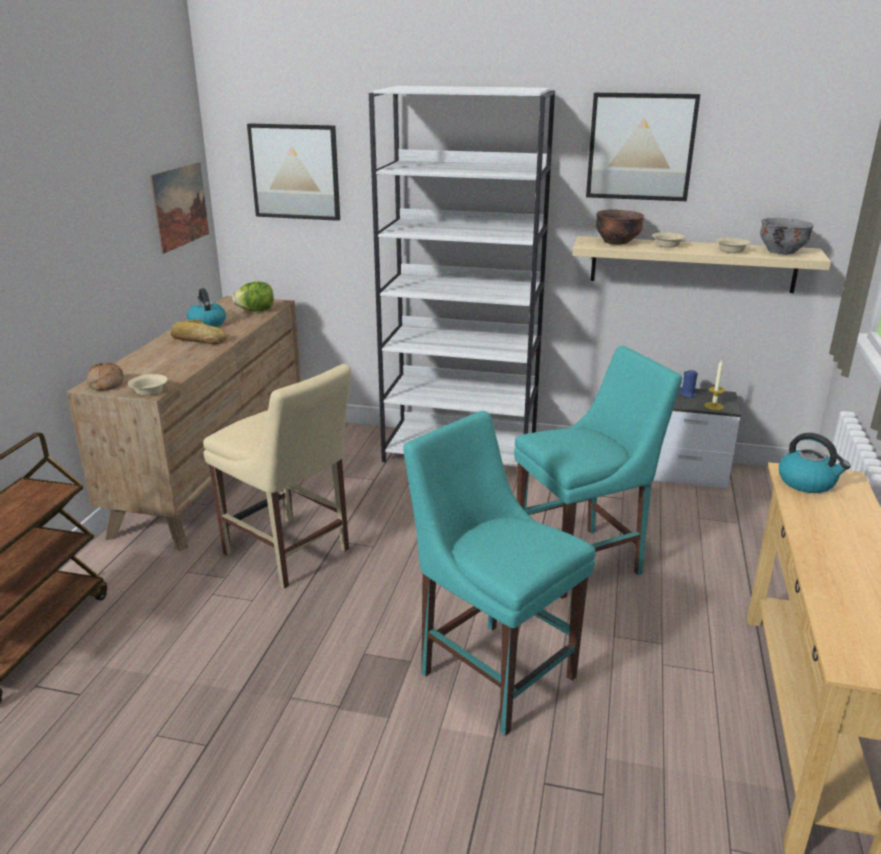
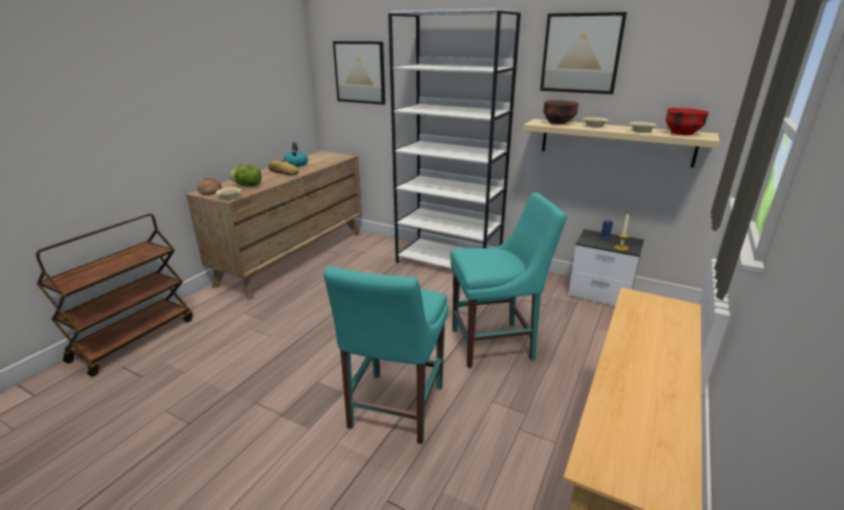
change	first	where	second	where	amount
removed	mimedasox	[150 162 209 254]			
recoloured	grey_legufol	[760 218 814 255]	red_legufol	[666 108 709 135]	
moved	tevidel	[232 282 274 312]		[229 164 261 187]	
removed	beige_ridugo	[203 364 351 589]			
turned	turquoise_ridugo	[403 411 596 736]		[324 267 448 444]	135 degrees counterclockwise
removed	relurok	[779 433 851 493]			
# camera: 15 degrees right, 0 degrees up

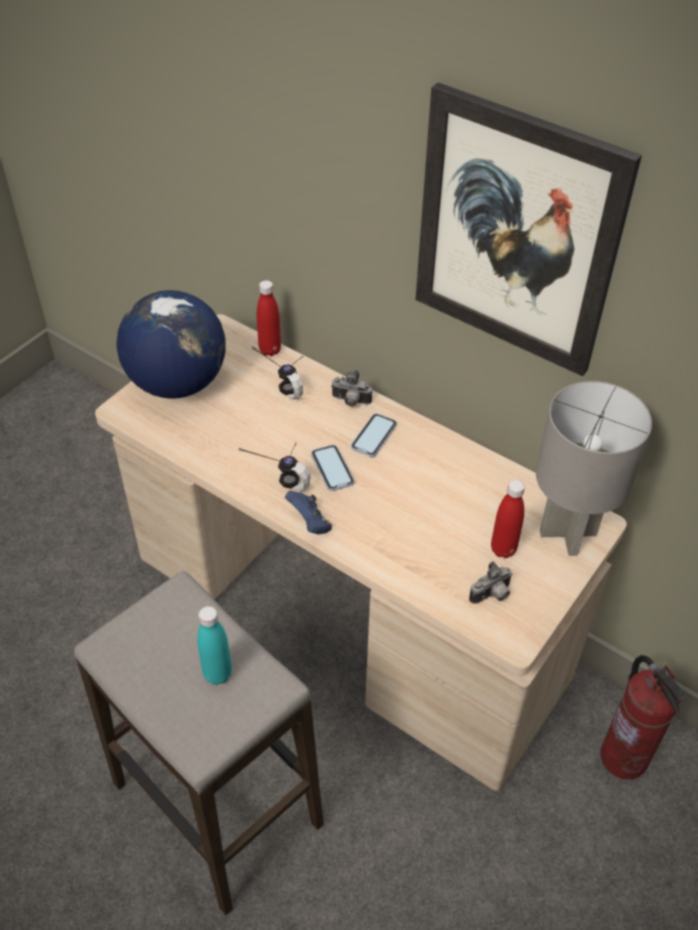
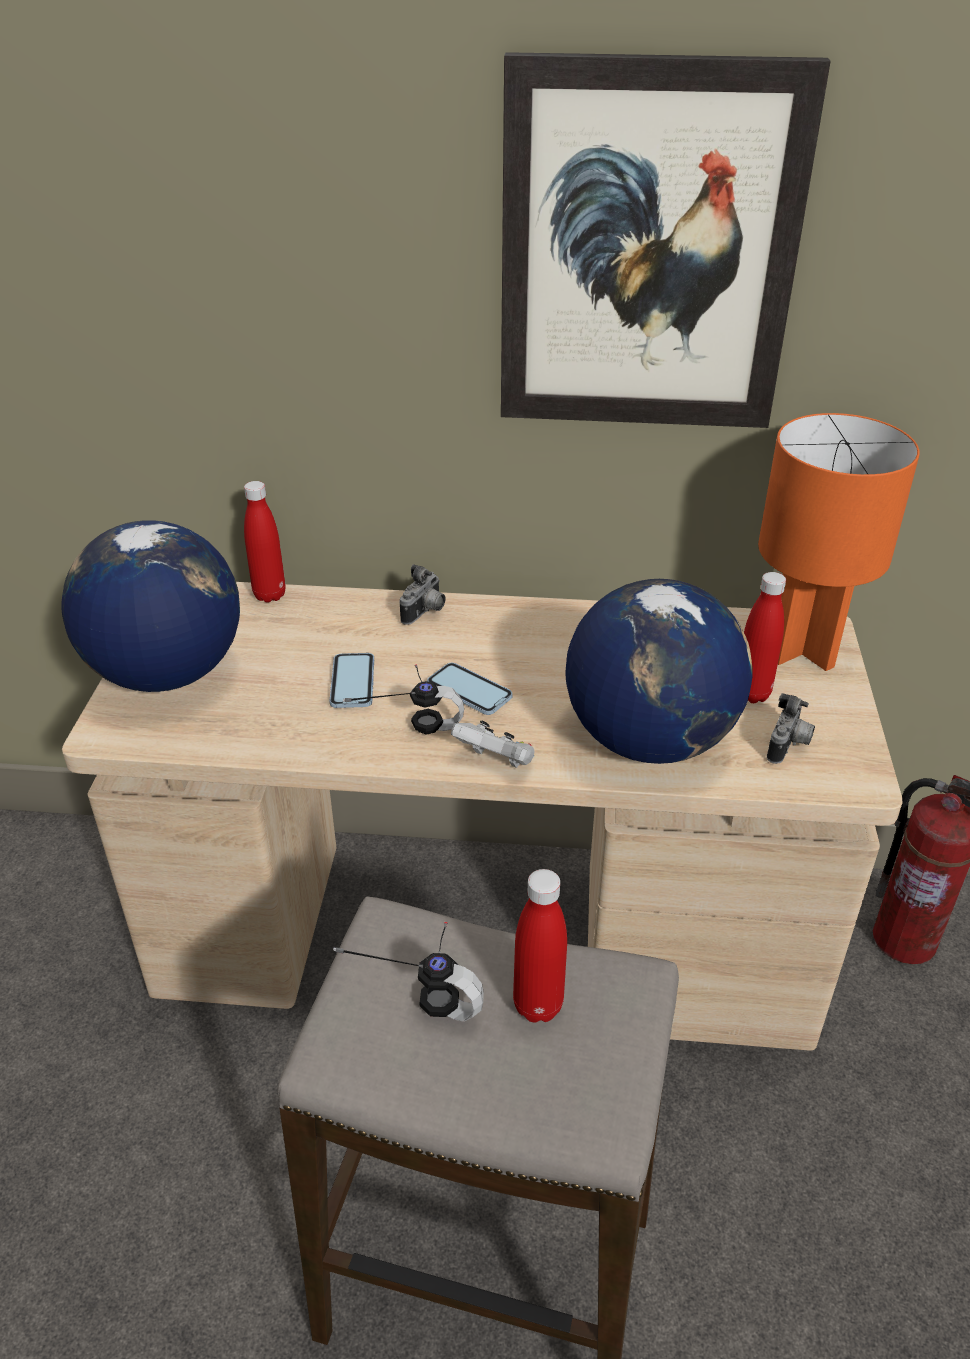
change	first	where	second	where	amount
moved	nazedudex	[252 346 304 399]		[333 922 484 1022]	
turned	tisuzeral	[331 370 372 407]		[399 564 445 625]	45 degrees counterclockwise
recoloured	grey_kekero	[536 381 652 556]	orange_kekero	[758 413 919 671]	
moved	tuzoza	[351 414 397 457]		[330 653 374 708]	
recoloured	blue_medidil	[285 491 332 534]	white_medidil	[451 721 534 768]	
recoloured	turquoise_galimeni	[197 606 232 685]	red_galimeni	[513 869 567 1023]	
added			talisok	[566 579 753 764]	
# camera: 30 degrees left, 10 degrees down

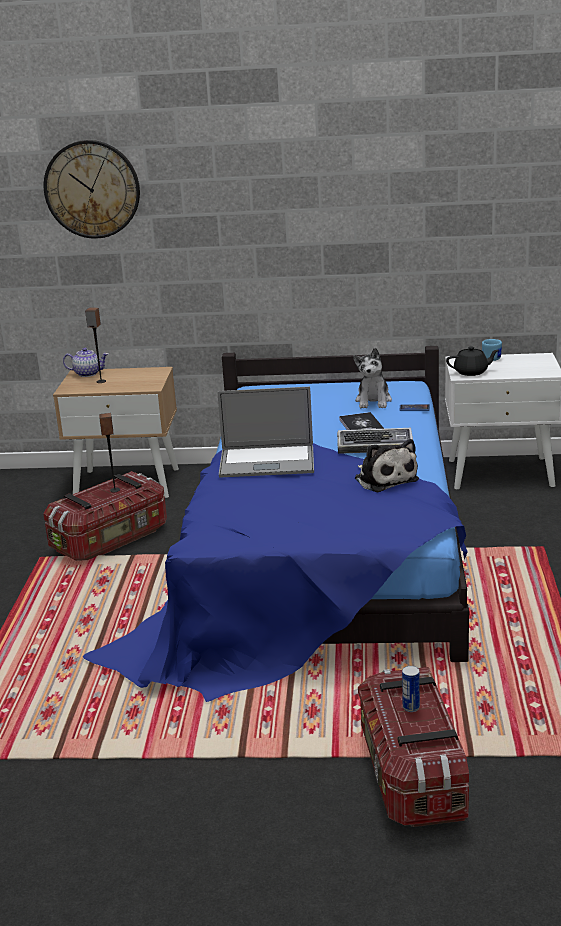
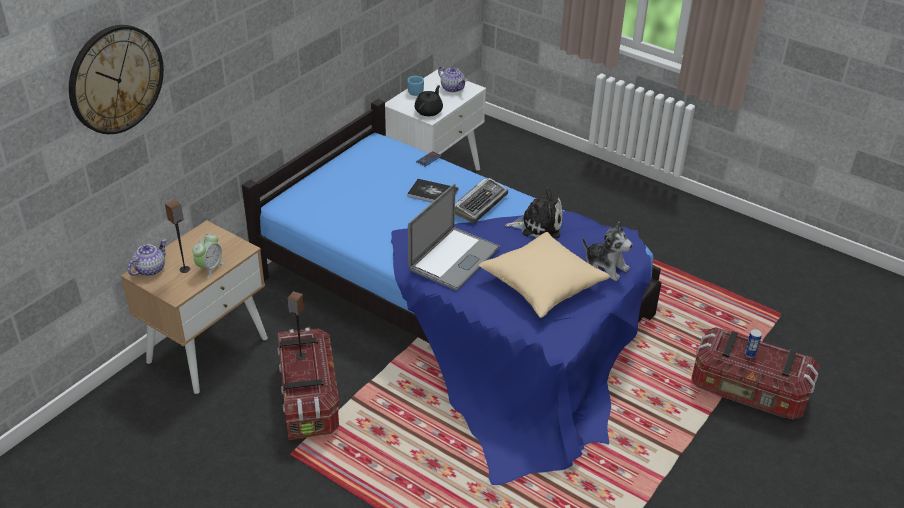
change	first	where	second	where	amount
moved	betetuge	[353 347 392 408]		[582 221 633 281]	
added			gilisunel	[438 66 467 92]	
added			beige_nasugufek	[479 232 610 318]	
added			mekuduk	[192 233 224 278]	
# camera: 60 degrees left, 15 degrees up

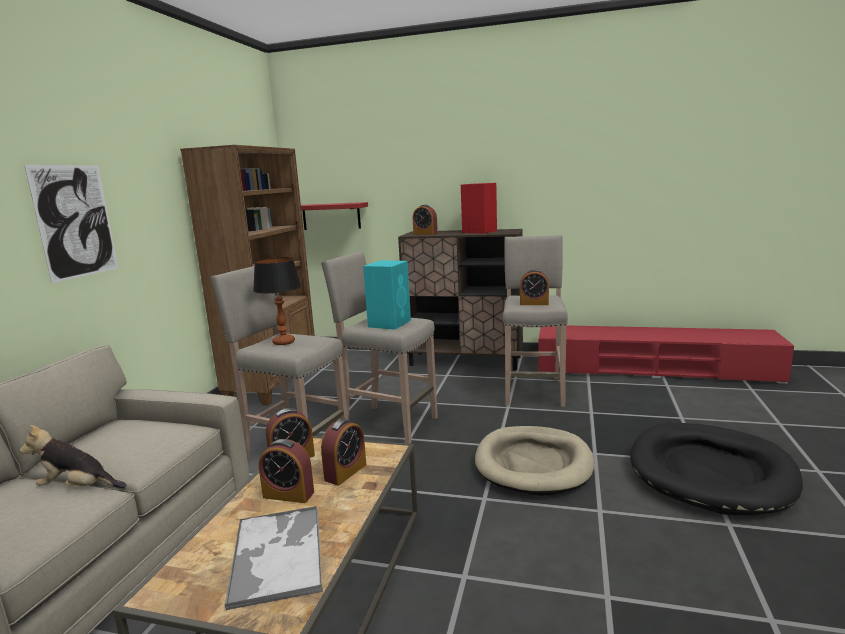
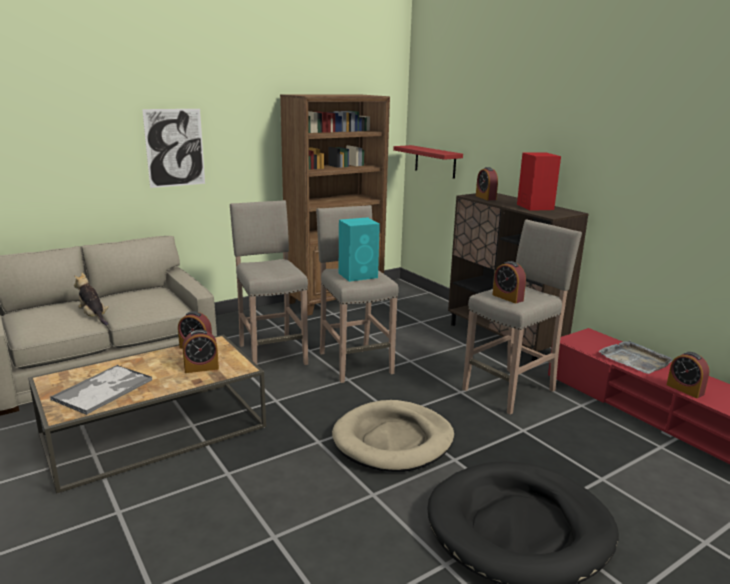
change	first	where	second	where	amount
removed	kekero	[253 257 301 345]			
moved	mekuduk	[259 439 314 503]		[667 352 710 398]	
added			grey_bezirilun	[599 341 673 374]	
# camera: 40 degrees right, 5 degrees up

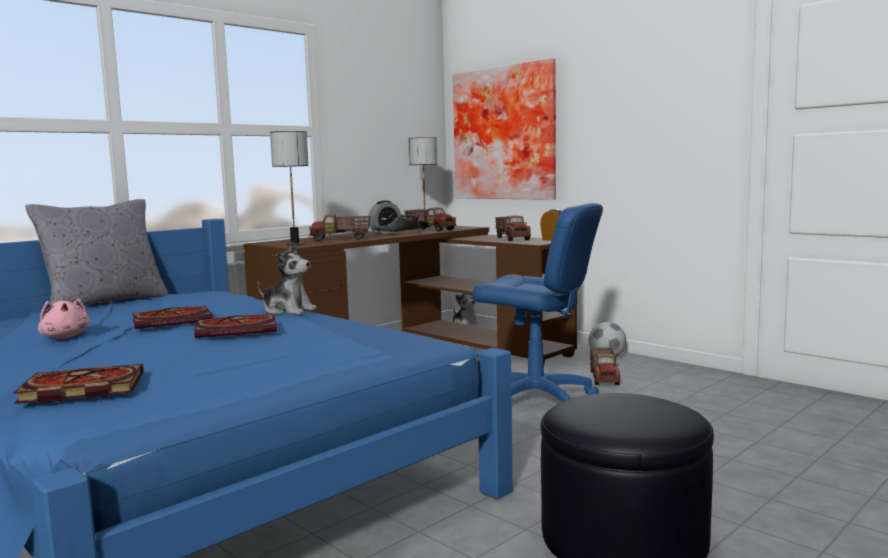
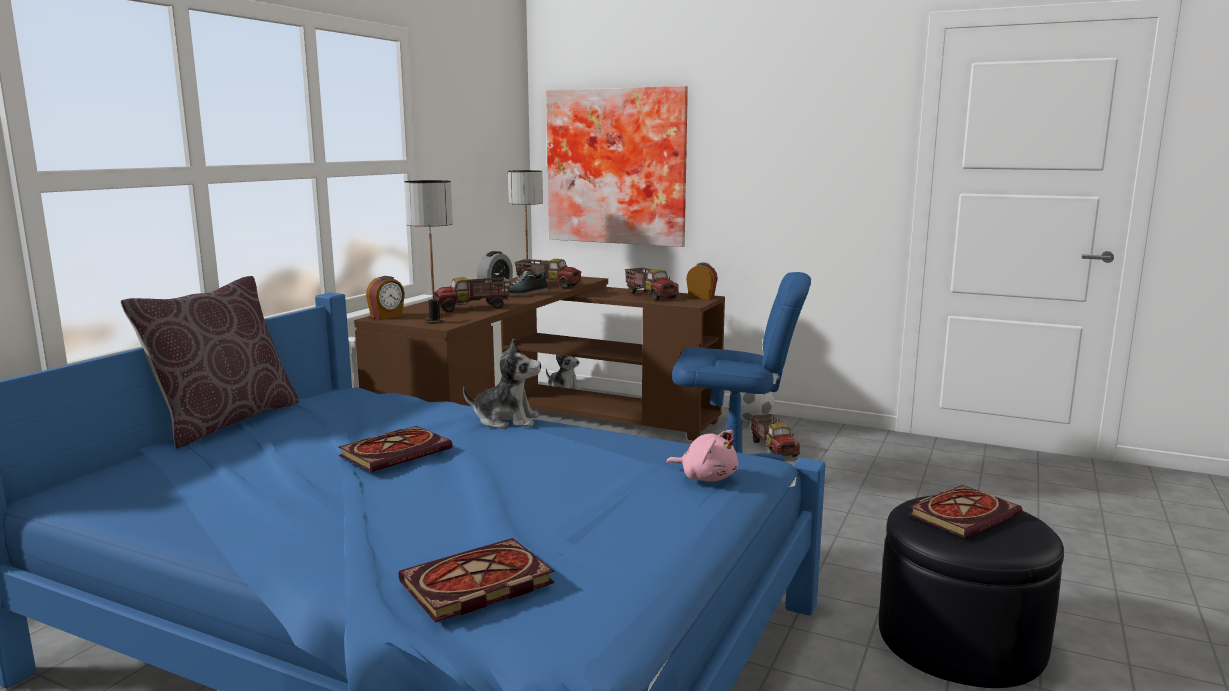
change	first	where	second	where	amount
recoloured	grey_nasugufek	[25 199 169 306]	brown_nasugufek	[121 276 300 449]	
moved	pink_betetuge	[38 299 90 338]		[666 430 738 482]	
moved	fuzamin	[194 314 277 338]		[908 485 1023 538]	
added			mekuduk	[366 276 405 320]	
# camera: 20 degrees left, 5 degrees up

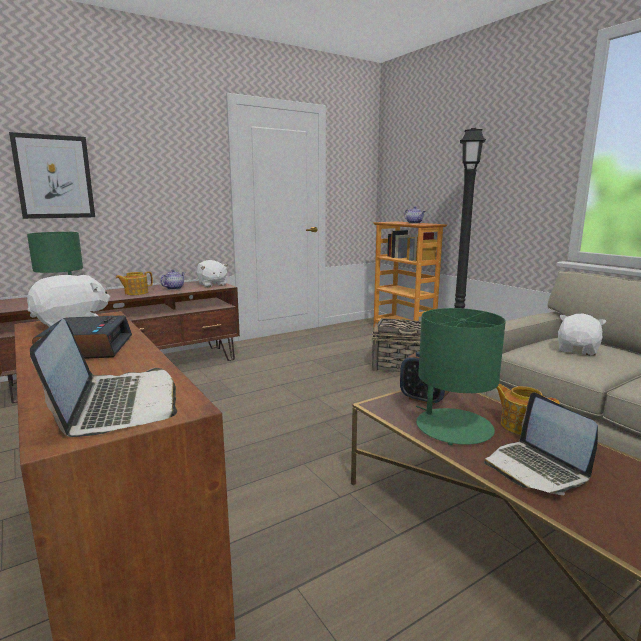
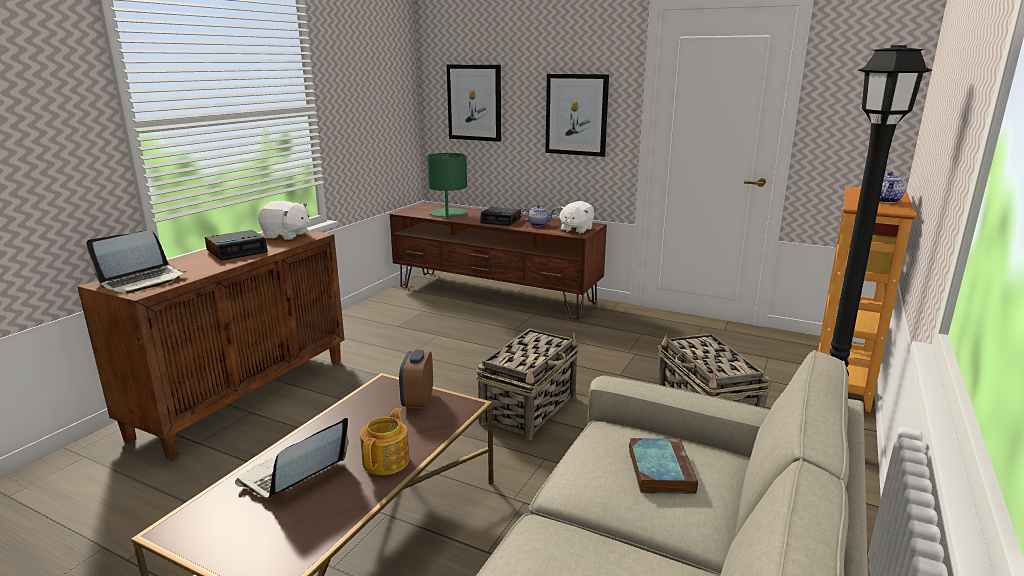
change	first	where	second	where	amount
replaced	gilisunel	[116 272 153 295]	mekuduk	[480 207 521 226]	
removed	green_kekero	[416 308 506 445]			
replaced	white_betetuge	[558 314 607 356]	fuzamin	[629 438 698 494]	
added			mimedasox	[545 74 609 157]	
added			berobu	[476 328 579 440]	
# camera: 60 degrees right, 5 degrees up

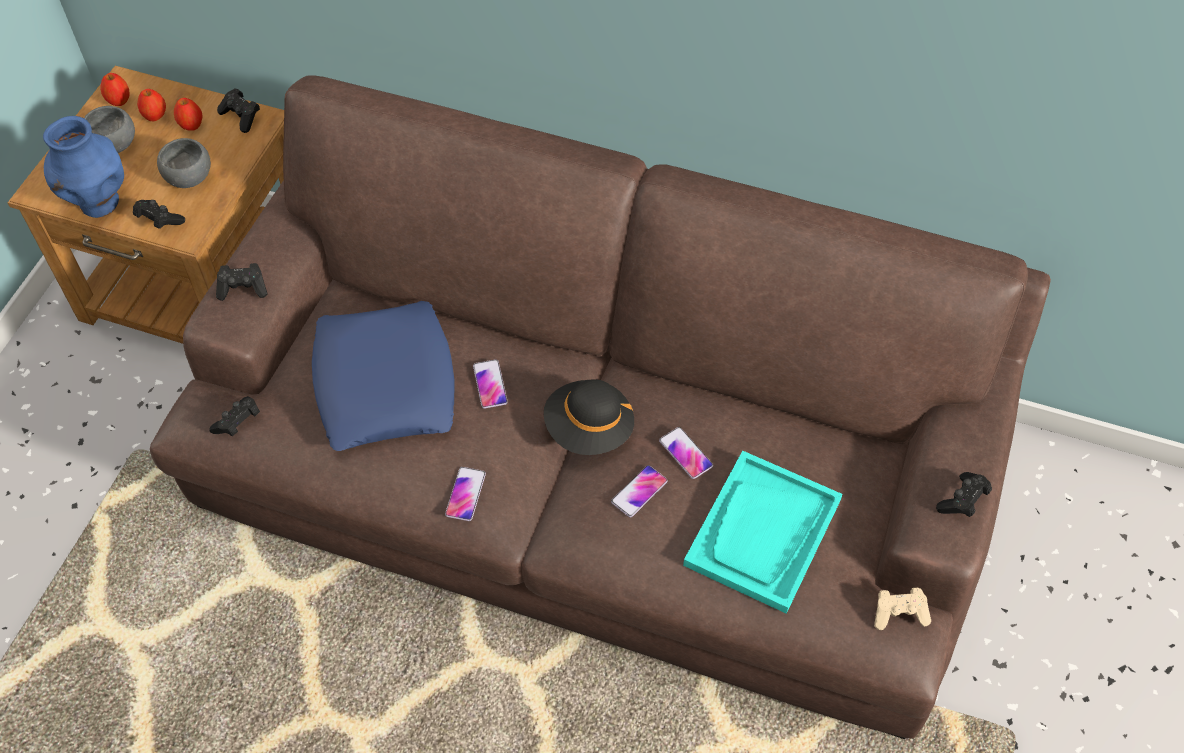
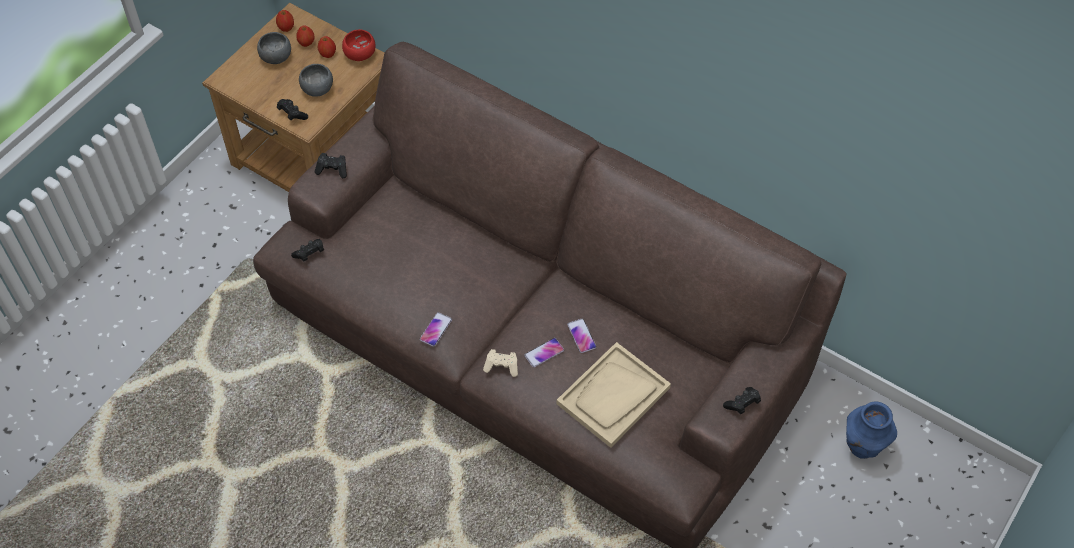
change	first	where	second	where	amount
replaced	black_medidil	[217 88 260 133]	red_legufol	[342 29 375 61]	
moved	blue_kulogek	[43 116 124 218]		[846 402 897 459]	
removed	blue_nasugufek	[312 301 455 451]			
removed	tuzoza	[473 359 508 409]			
removed	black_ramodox	[544 379 634 455]			
recoloured	turquoise_bezirilun	[683 451 842 614]	beige_bezirilun	[557 342 671 448]	
moved	beige_medidil	[874 588 931 630]		[483 349 518 377]	
# camera: 15 degrees right, 0 degrees up

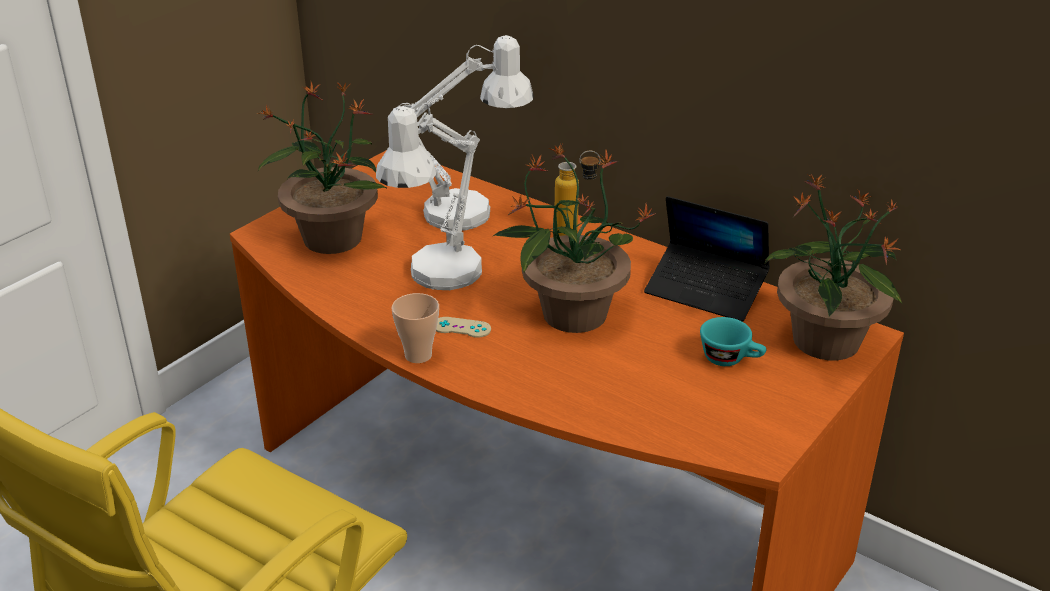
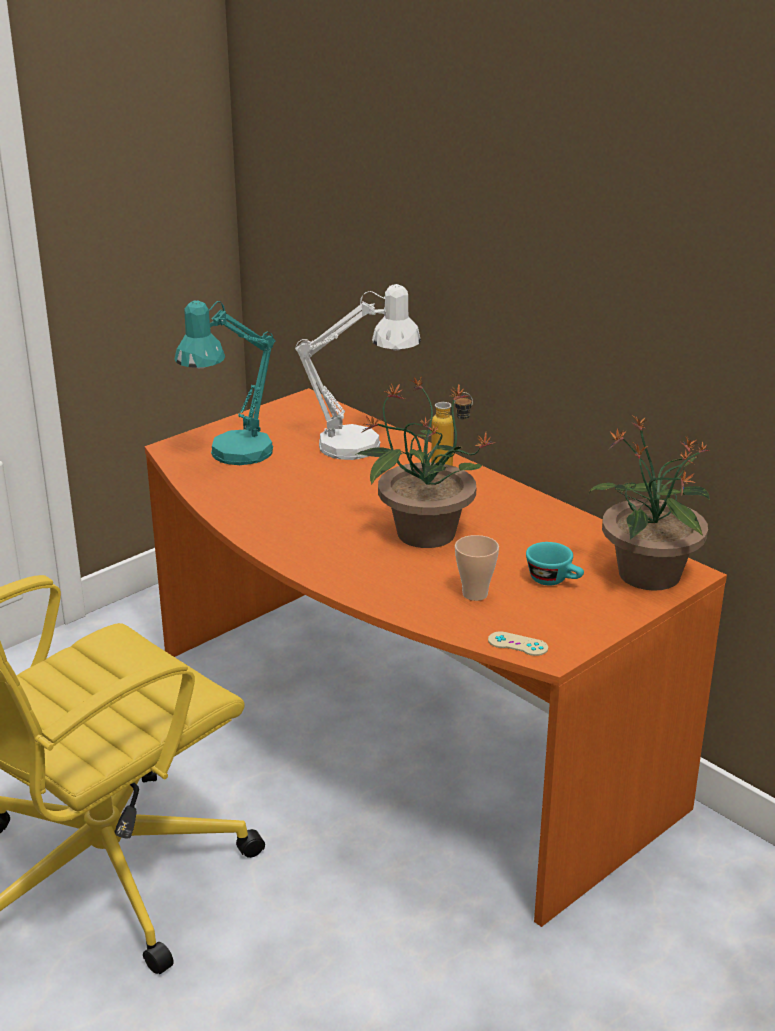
change	first	where	second	where	amount
replaced	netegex	[257 82 388 254]	turquoise_kekero	[174 300 276 465]	
removed	white_kekero	[376 103 482 290]			
removed	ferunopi	[644 196 770 322]			
moved	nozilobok	[391 293 439 363]		[455 535 499 601]	
moved	beige_medidil	[436 317 491 338]		[488 631 548 656]	
# camera: 10 degrees right, 5 degrees down

